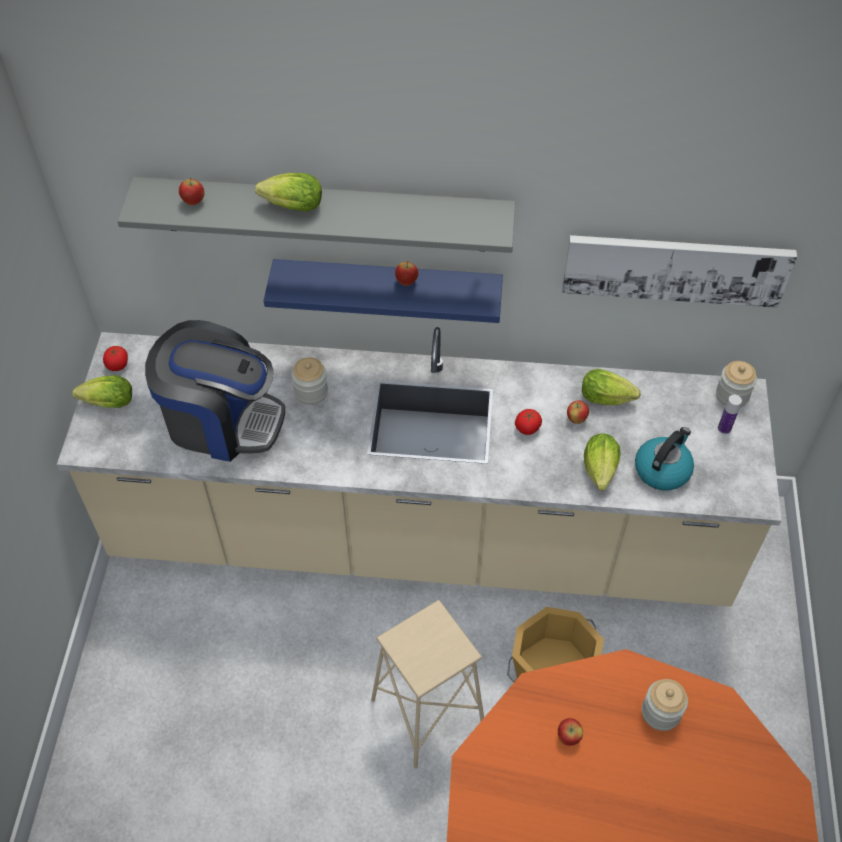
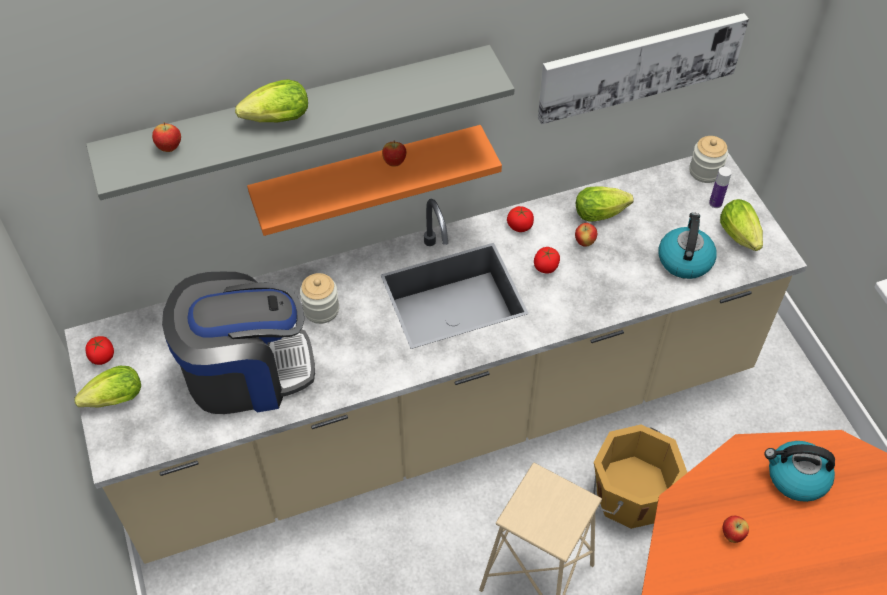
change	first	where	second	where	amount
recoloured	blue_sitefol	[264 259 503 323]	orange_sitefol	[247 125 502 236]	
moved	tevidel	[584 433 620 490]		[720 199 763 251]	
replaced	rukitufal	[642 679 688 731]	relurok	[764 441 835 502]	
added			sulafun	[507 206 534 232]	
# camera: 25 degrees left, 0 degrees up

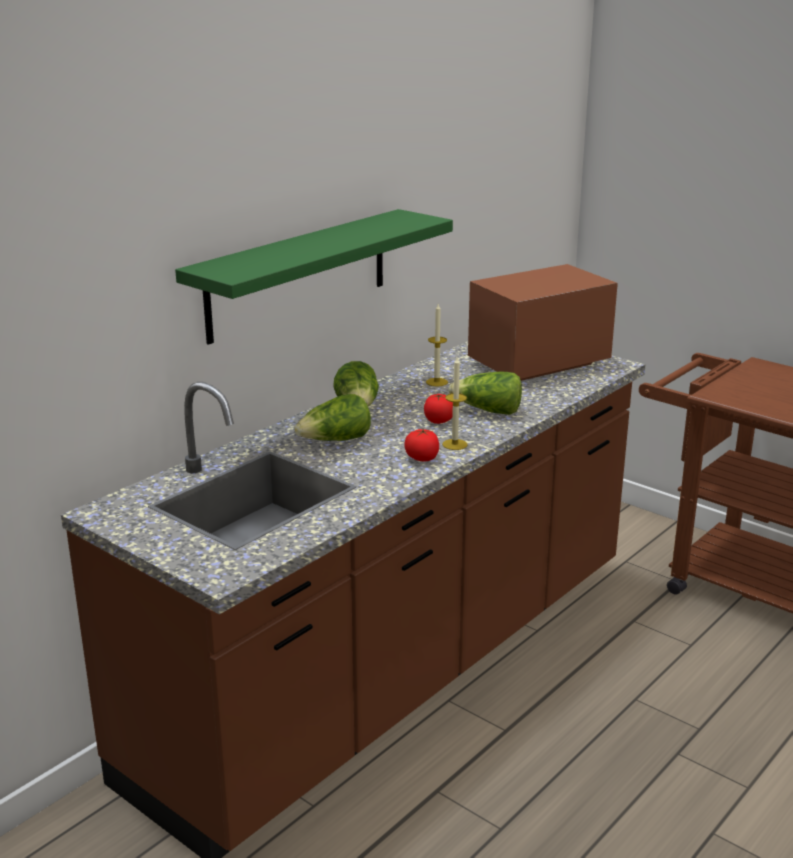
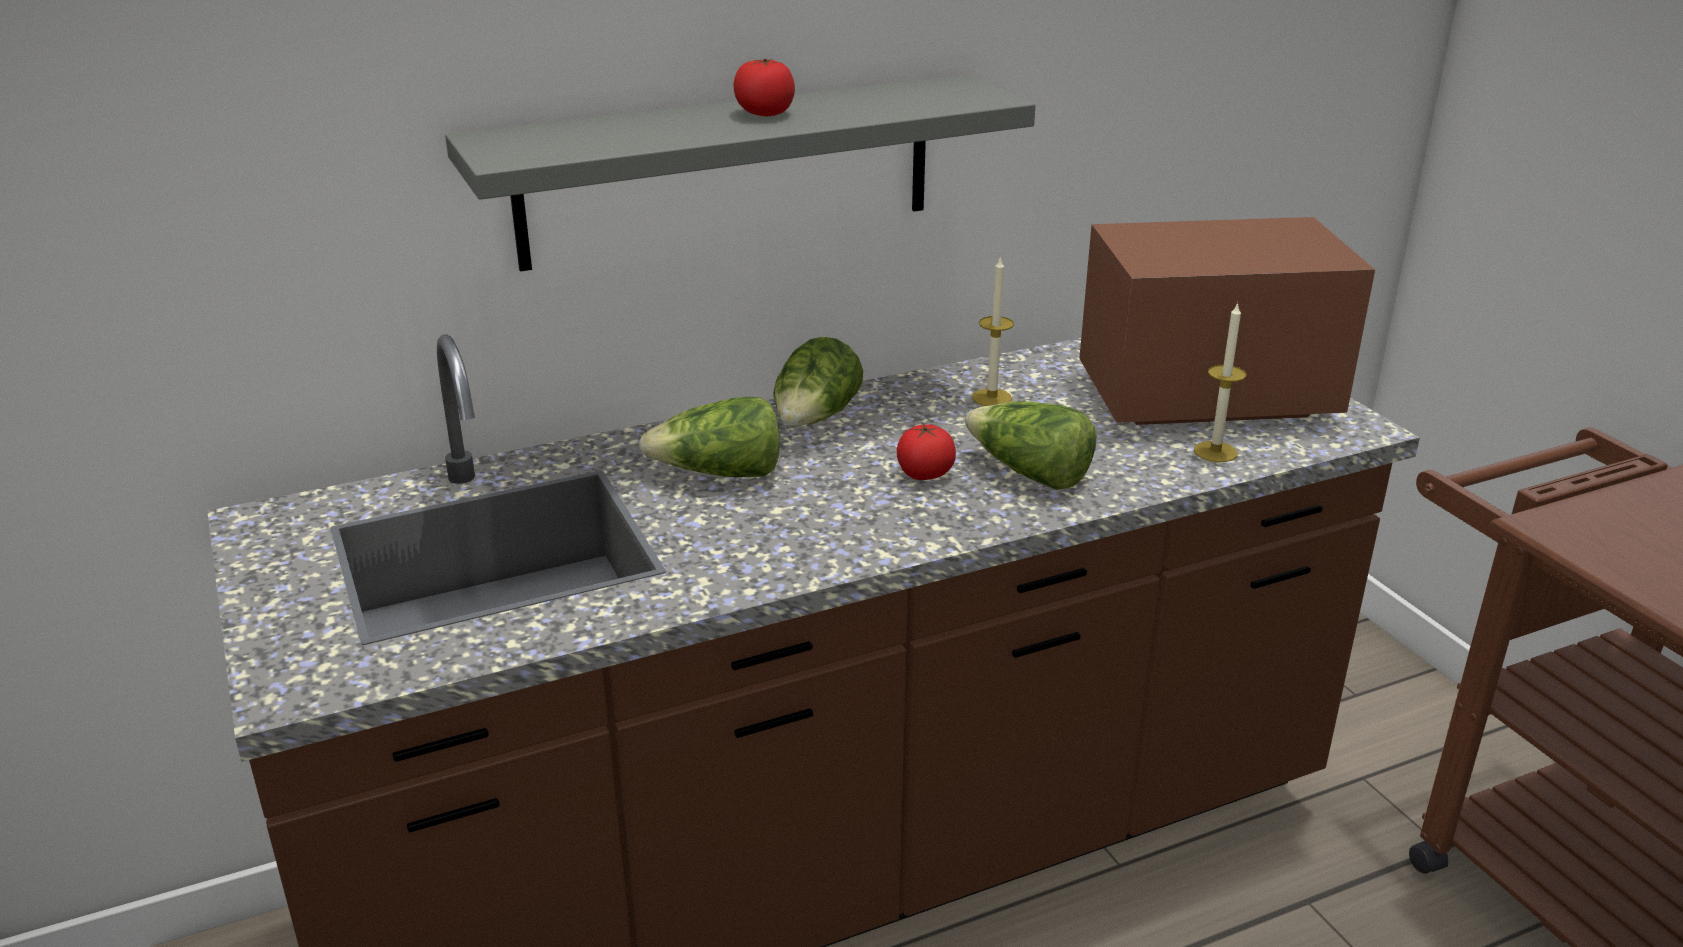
change	first	where	second	where	amount
recoloured	green_sitefol	[175 209 453 345]	grey_sitefol	[445 74 1036 272]	
moved	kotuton	[442 357 468 450]		[1194 302 1246 462]	
moved	sulafun	[404 429 439 461]		[733 59 795 116]	
# camera: 25 degrees right, 5 degrees up

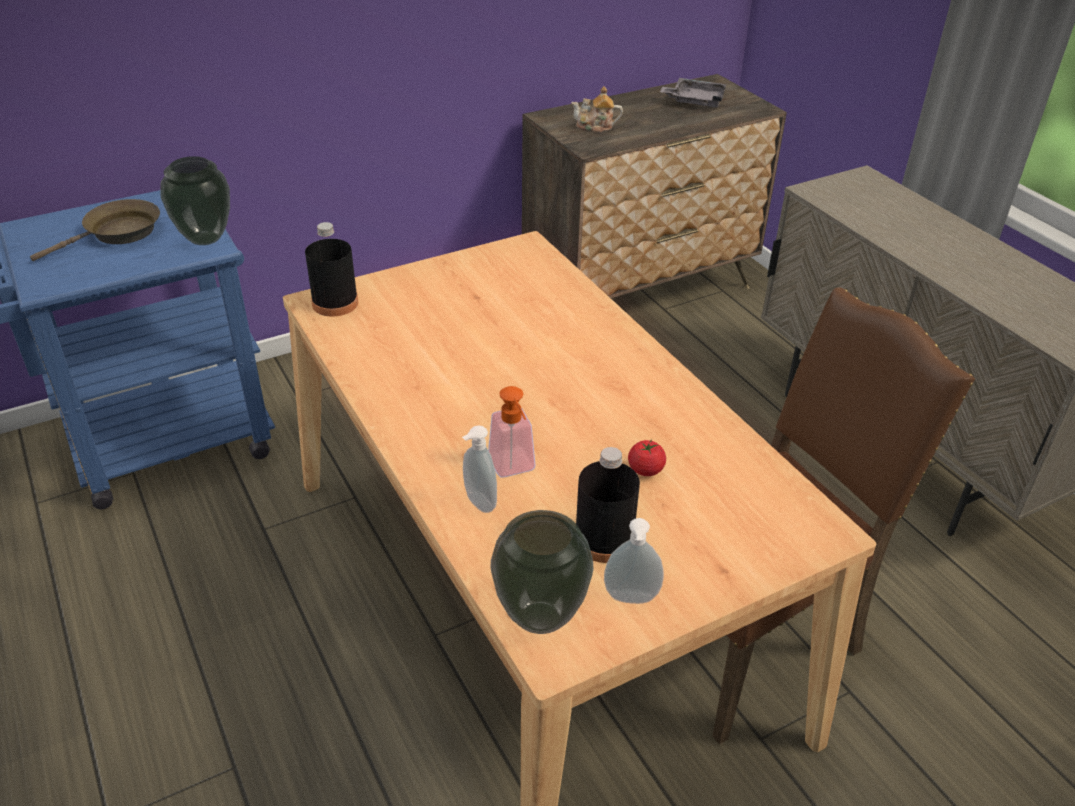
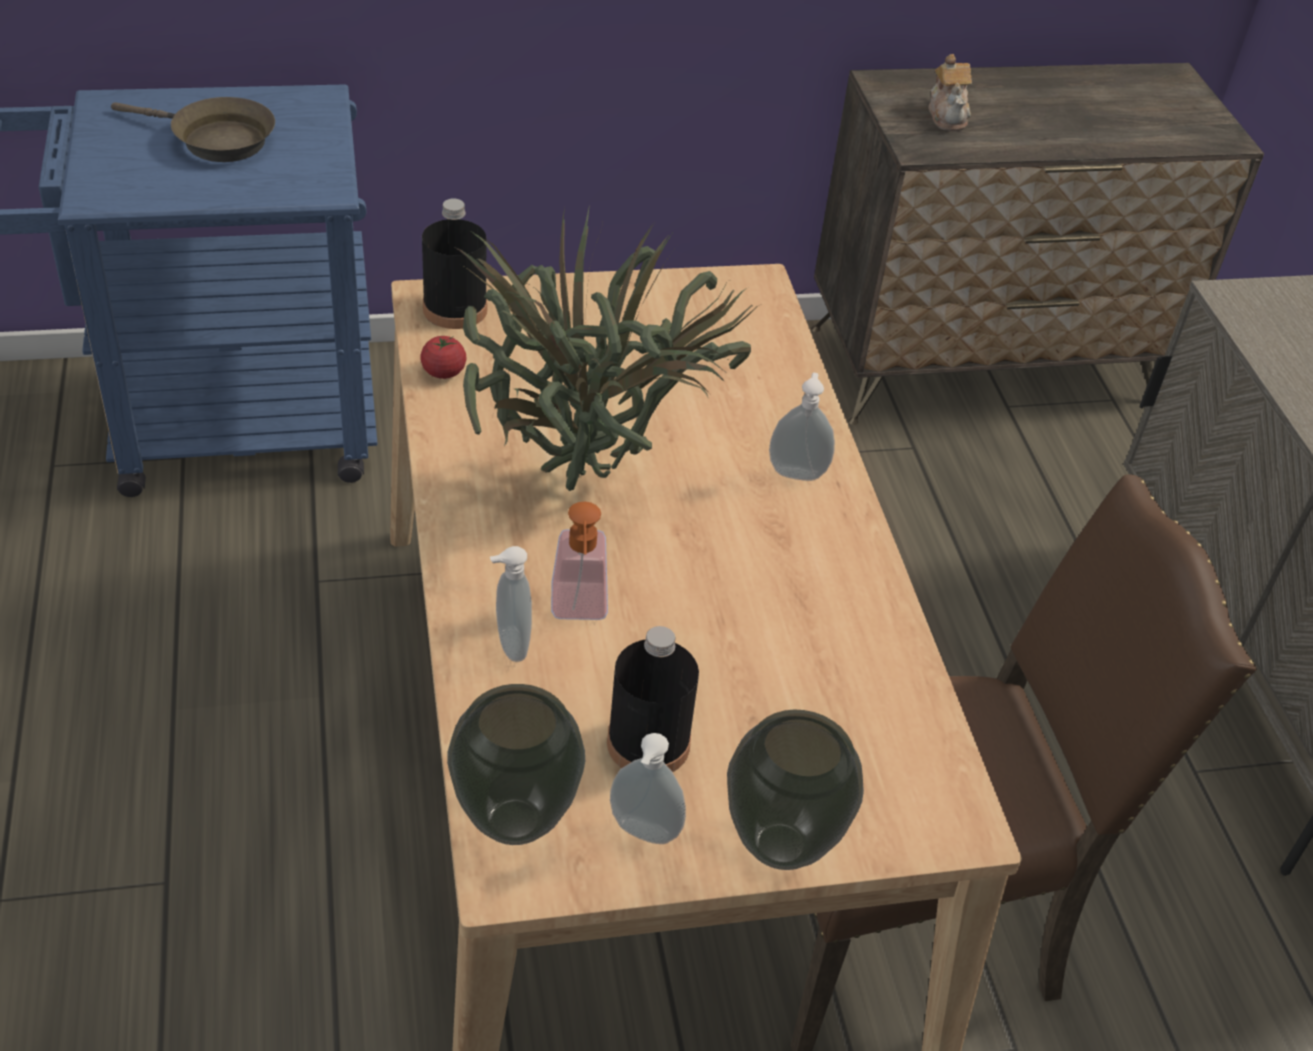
change	first	where	second	where	amount
removed	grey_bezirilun	[660 78 726 107]			
turned	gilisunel	[571 86 623 133]		[928 54 972 131]	120 degrees counterclockwise
moved	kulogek	[160 156 230 245]		[727 710 864 870]	
turned	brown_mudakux	[30 199 160 261]		[111 97 275 162]	45 degrees clockwise
moved	sulafun	[628 439 666 476]		[420 336 467 379]	
added			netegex	[456 204 758 491]	
added			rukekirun	[769 372 835 481]	
# camera: 15 degrees right, 5 degrees up

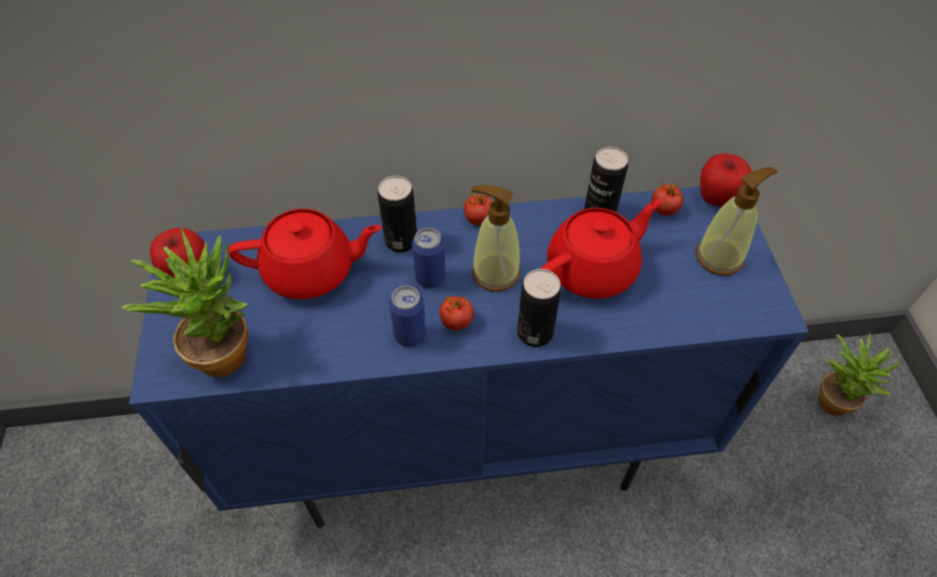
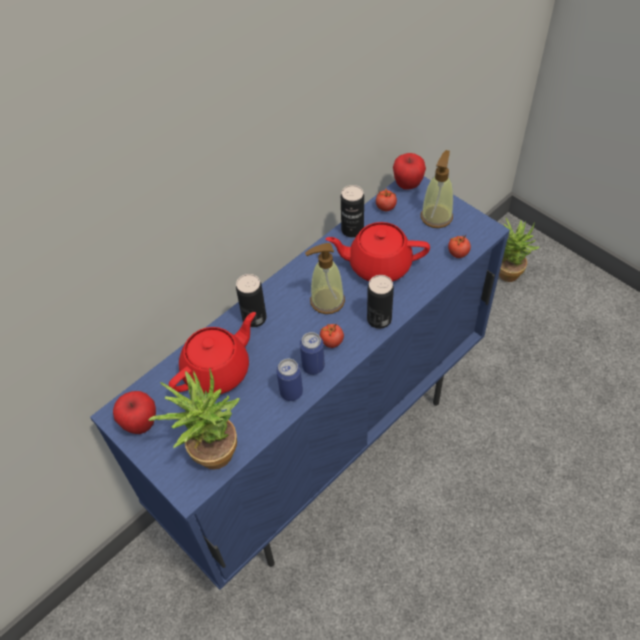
change	first	where	second	where	amount
moved	sulafun	[464 193 493 225]		[448 234 471 258]	
turned	red_gilisunel	[540 199 662 299]		[326 222 430 282]	105 degrees counterclockwise
moved	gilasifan	[412 228 446 288]		[276 359 303 401]	
# camera: 35 degrees left, 0 degrees up

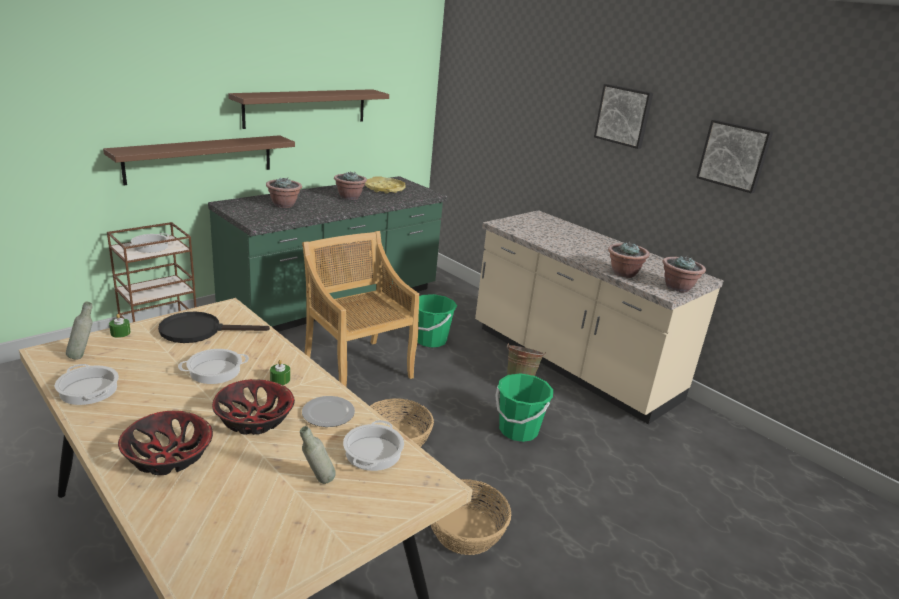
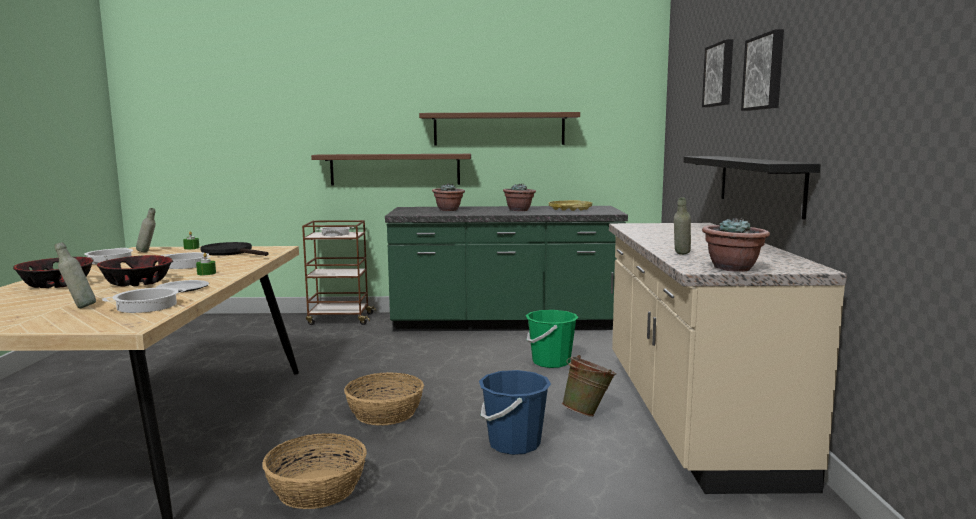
change	first	where	second	where	amount
moved	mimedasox	[696 120 773 194]		[702 39 733 107]	
removed	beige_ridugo	[302 231 419 387]			
replaced	netegex	[608 241 650 278]	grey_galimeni	[674 197 691 255]	
recoloured	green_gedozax	[495 373 553 442]	blue_gedozax	[479 370 551 455]	
added			black_sitefol	[684 156 821 219]	
# camera: 45 degrees right, 15 degrees down

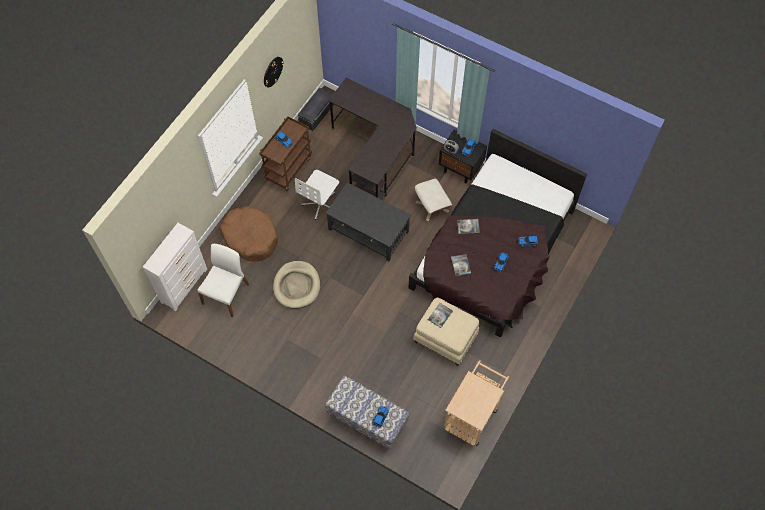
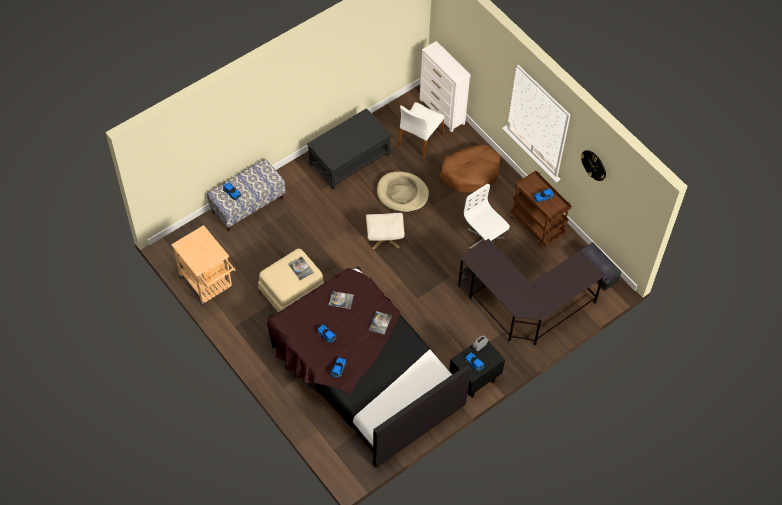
change	first	where	second	where	amount
moved	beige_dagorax	[415 178 452 221]		[366 213 405 250]	
moved	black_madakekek	[325 182 411 261]		[307 108 392 190]	
turned	white_ridugo	[198 244 249 317]		[397 102 444 158]	75 degrees clockwise
# camera: 110 degrees right, 5 degrees down

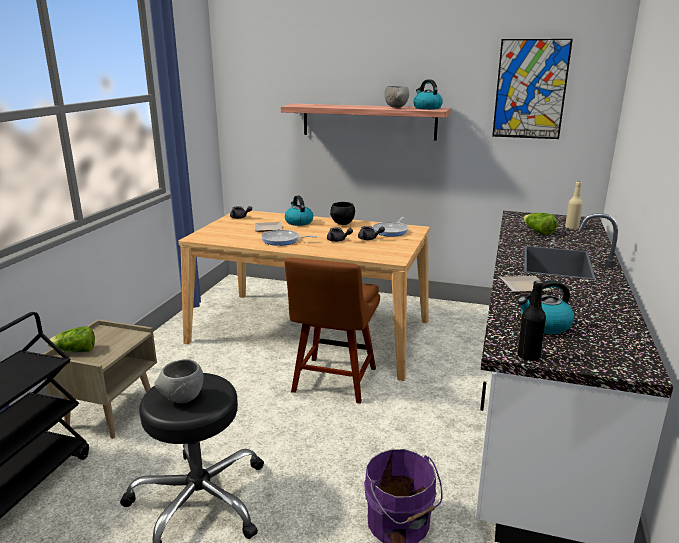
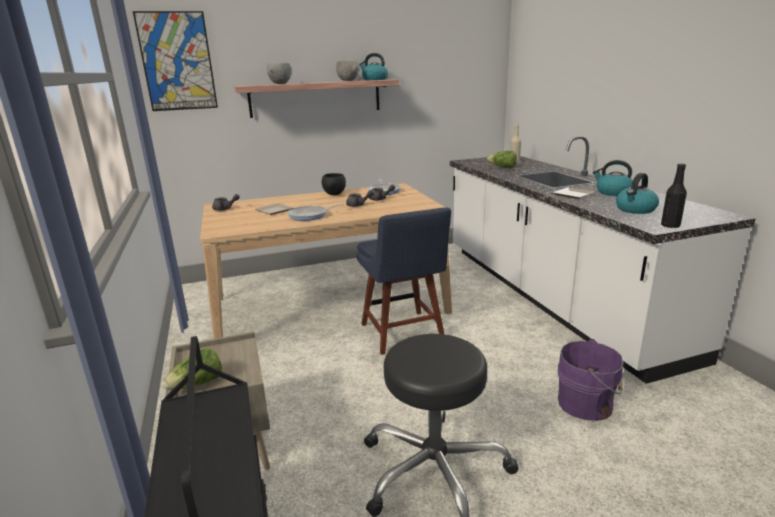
change	first	where	second	where	amount
moved	mimedasox	[492 39 573 139]		[133 11 218 111]	
moved	relurok	[285 196 313 226]		[593 160 633 196]	
recoloured	brown_ridugo	[284 258 380 404]	blue_ridugo	[356 208 451 355]	
moved	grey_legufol	[154 359 204 403]		[267 63 291 84]	
# camera: 35 degrees left, 0 degrees up

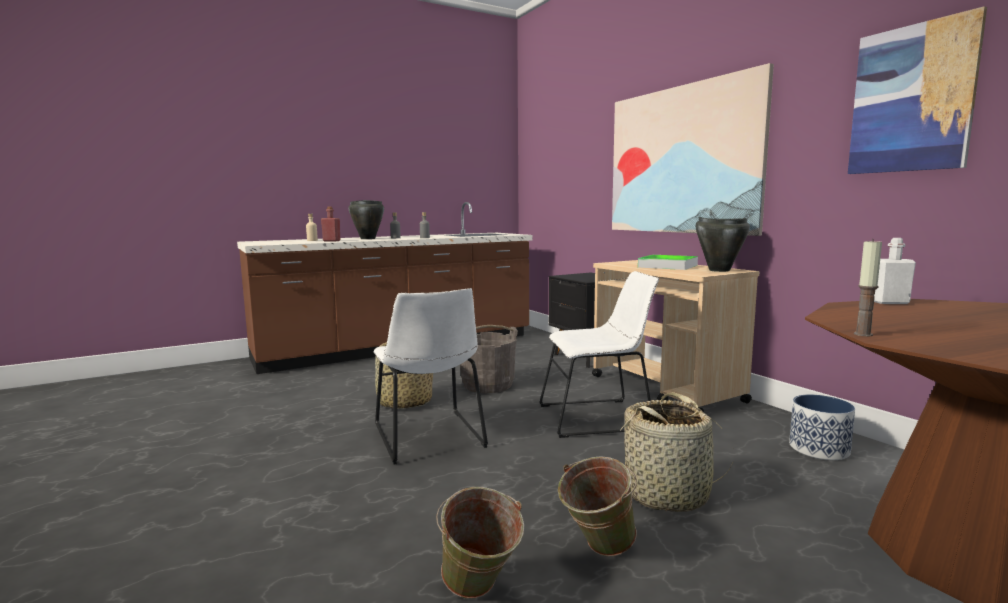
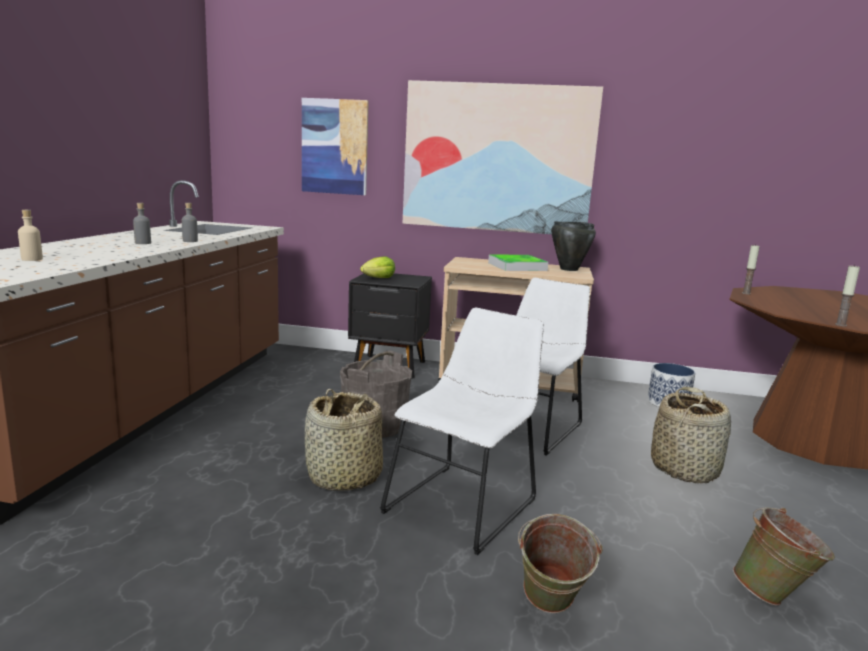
change	first	where	second	where	amount
moved	mimedasox	[848 6 987 174]		[302 98 369 195]	
removed	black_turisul	[348 200 384 239]			
removed	red_galimeni	[321 206 341 241]			
replaced	white_galimeni	[874 238 916 304]	kotuton	[742 244 760 295]	
turned	white_ridugo	[373 288 488 464]		[380 308 544 555]	75 degrees counterclockwise
moved	green_gedozax	[558 456 637 557]		[518 514 603 613]	
added			tevidel	[360 256 395 278]	
# camera: 50 degrees left, 5 degrees up

